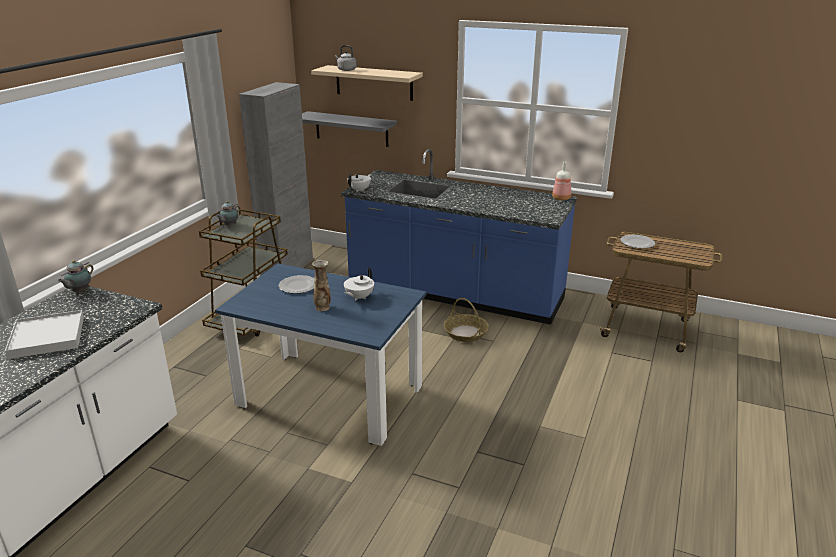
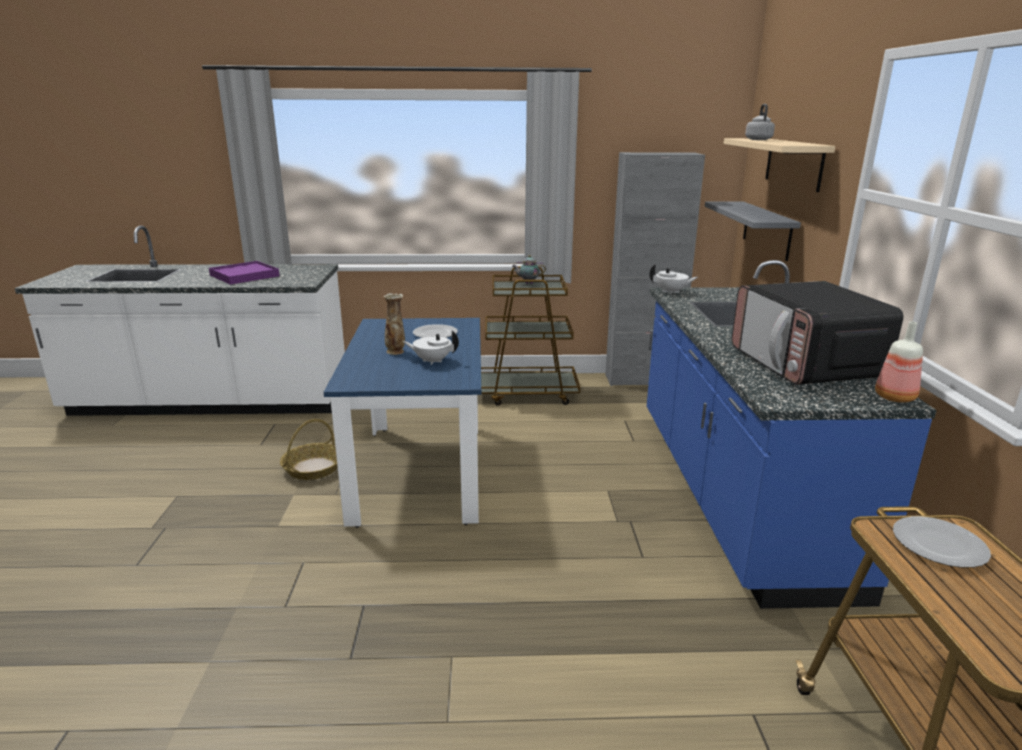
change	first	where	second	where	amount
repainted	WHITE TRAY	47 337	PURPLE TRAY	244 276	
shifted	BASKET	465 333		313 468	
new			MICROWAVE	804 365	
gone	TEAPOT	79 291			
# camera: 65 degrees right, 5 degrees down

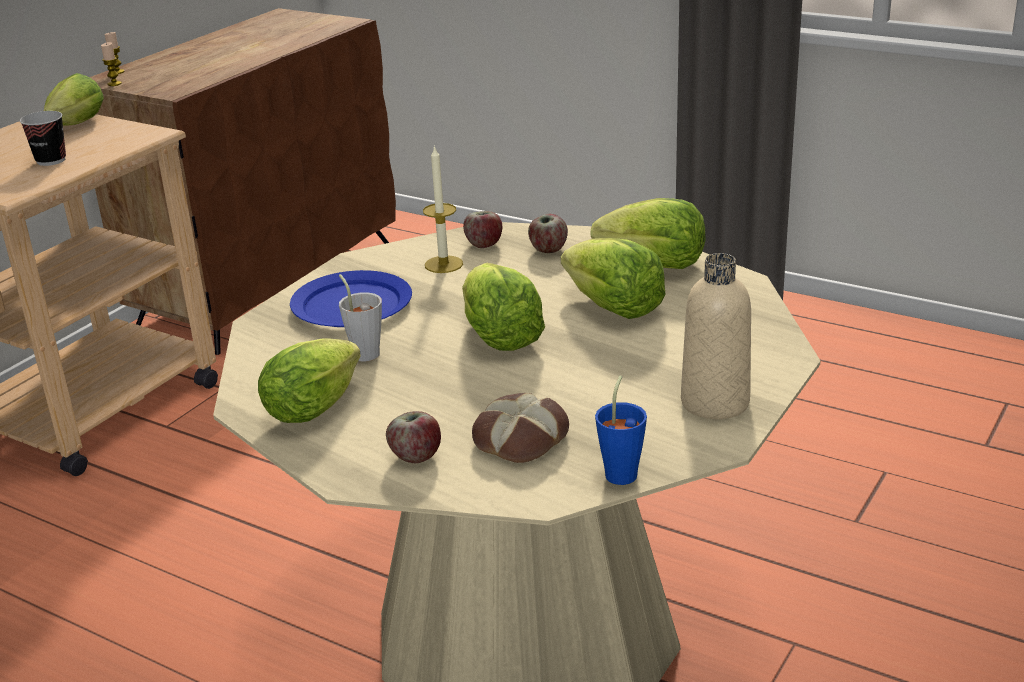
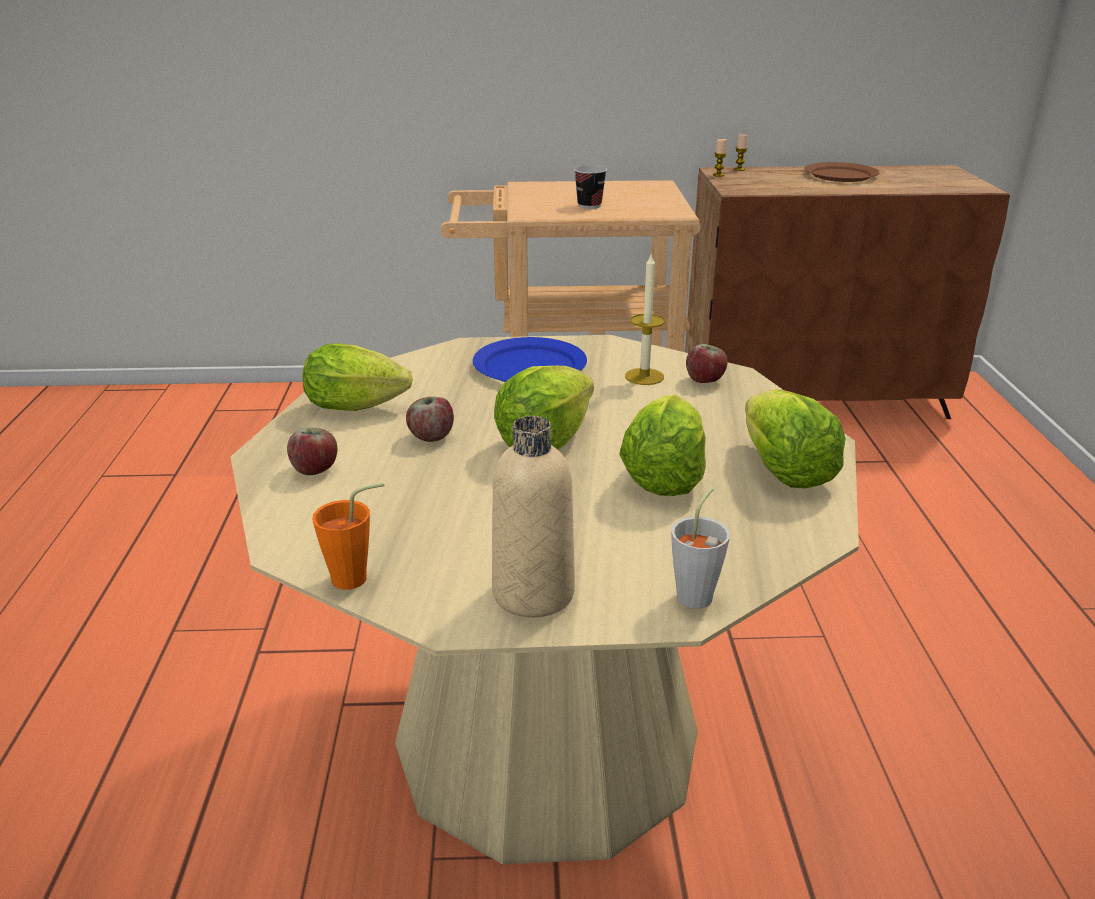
change	first	where	second	where	amount
repainted	BLUE CUP	622 471	ORANGE CUP	358 577	
shifted	APPLE	548 250		431 436	
shifted	GREY CUP	364 352		698 593	
new			BROWN PLATE	840 175	
gone	LETTUCE	75 126			
gone	BREAD	519 438			
# camera: 55 degrees right, 0 degrees up

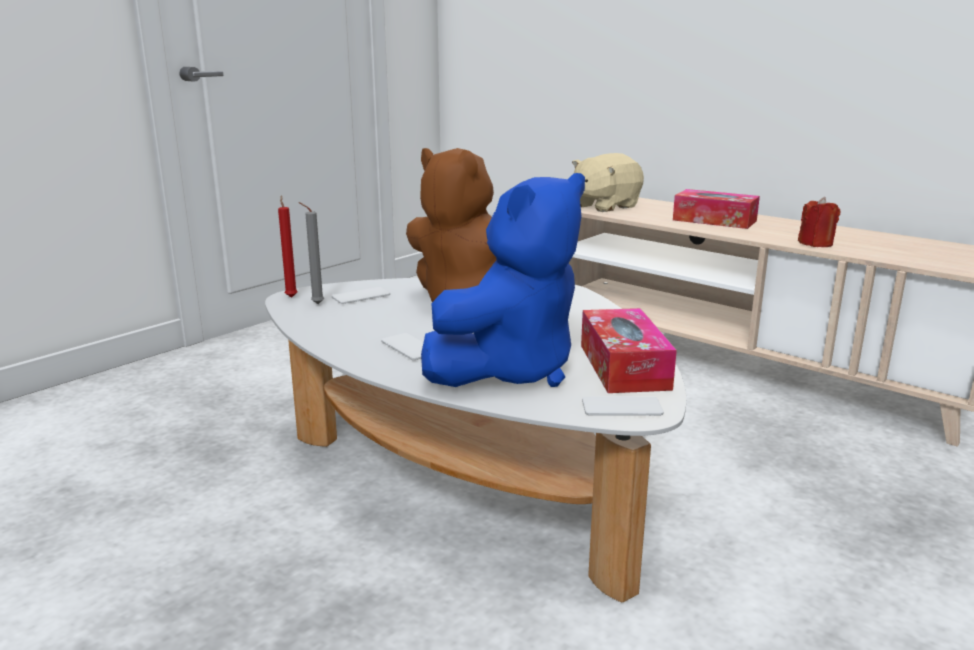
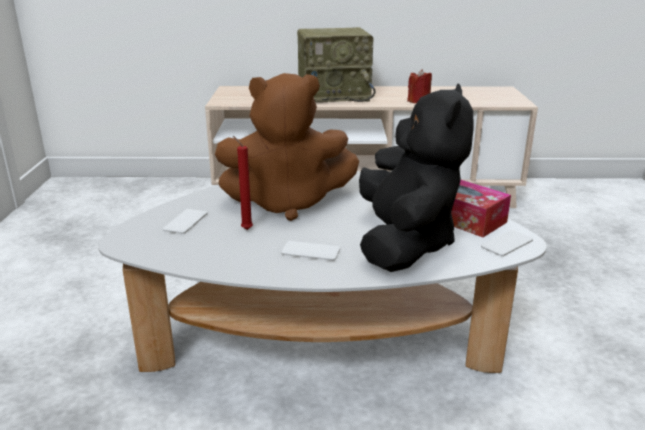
change	first	where	second	where	amount
shifted	RED CANDLE	291 296		245 229	
swapped	TISSUE BOX	714 220	RADIO	335 96	
repainted	BLUE PLUSH TOY	509 370	BLACK PLUSH TOY	404 243	
gone	GREY CANDLE	315 304			
gone	BEIGE PLUSH TOY	604 206			
# camera: 40 degrees left, 5 degrees up

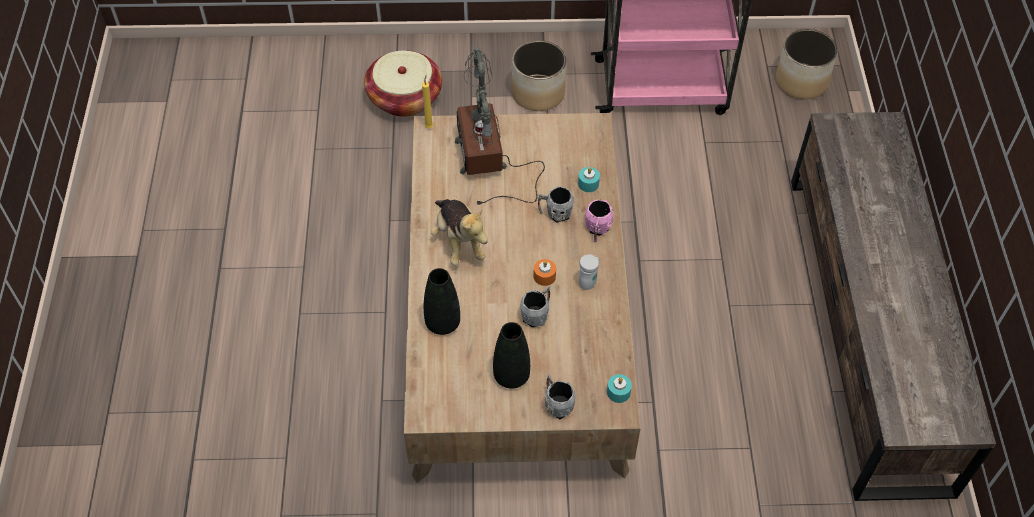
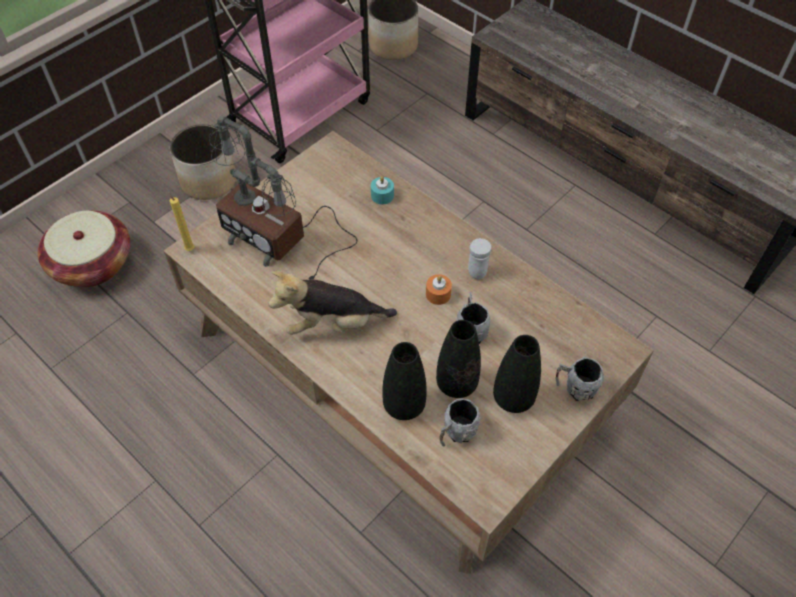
change	first	where	second	where	amount
rotated	PLUSH TOY	459 241		333 324	150 degrees clockwise
new			BLACK VASE	456 383	
shifted	GREY MUG	555 213		456 433	
gone	PINK MUG	597 230			
gone	TURQUOISE CANDLE	618 392			
# camera: 45 degrees left, 0 degrees up

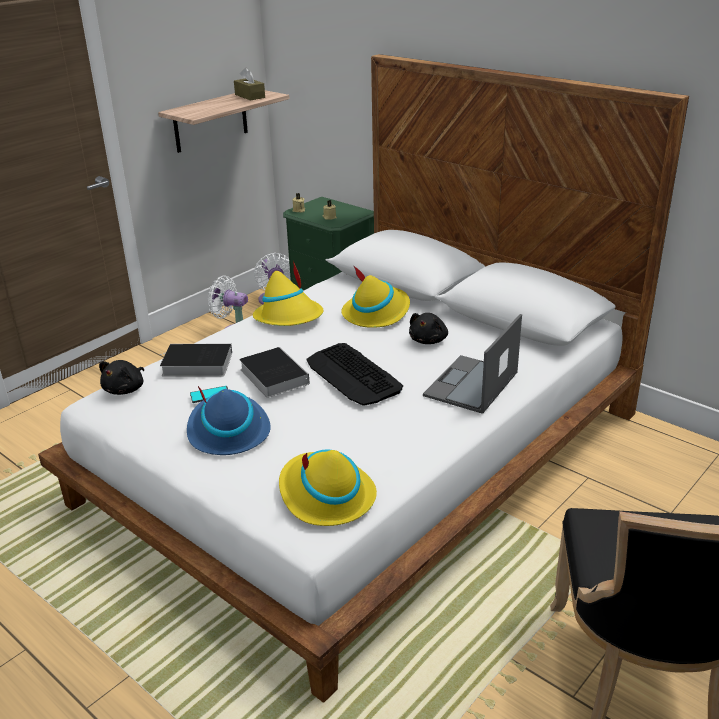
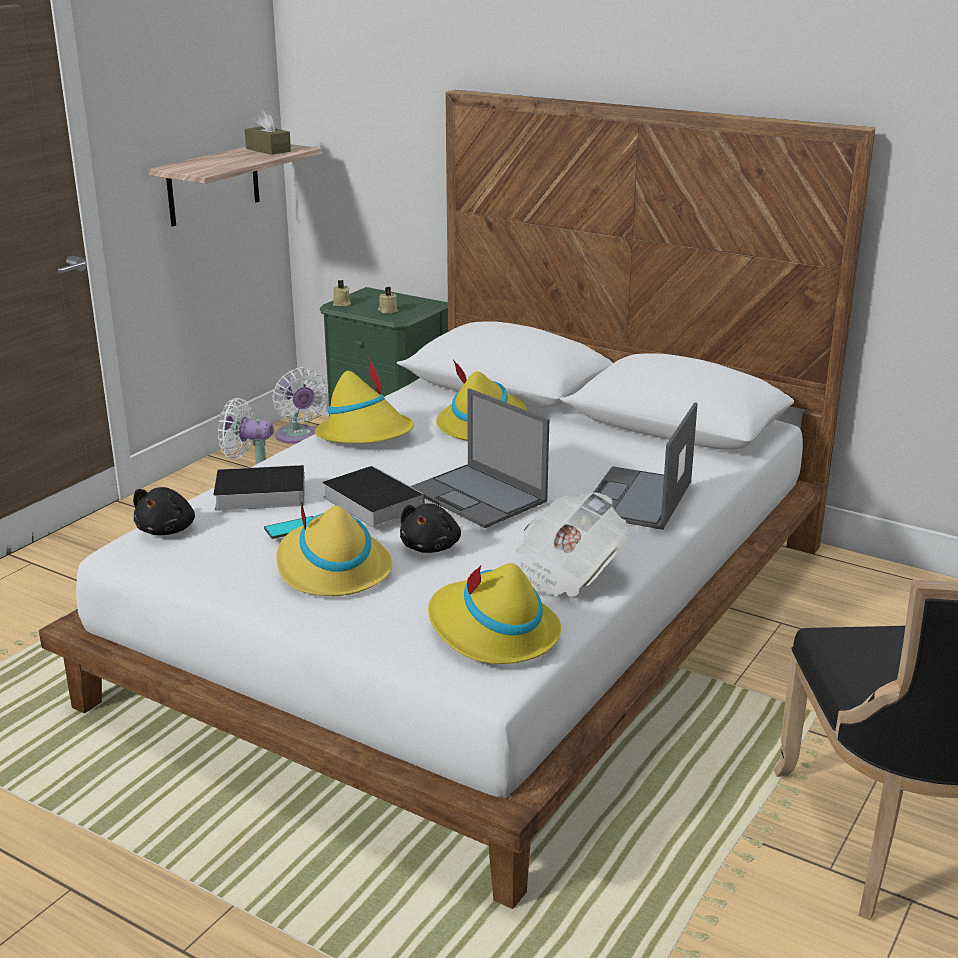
change	first	where	second	where	amount
repainted	BLUE HAT	228 430	YELLOW HAT	332 568	
shifted	BLACK PLUSH TOY	429 340		431 547	
swapped	KEYBOARD	353 375	LAPTOP	479 496	
new			NEWSPAPER	564 573	
# camera: 10 degrees left, 5 degrees down

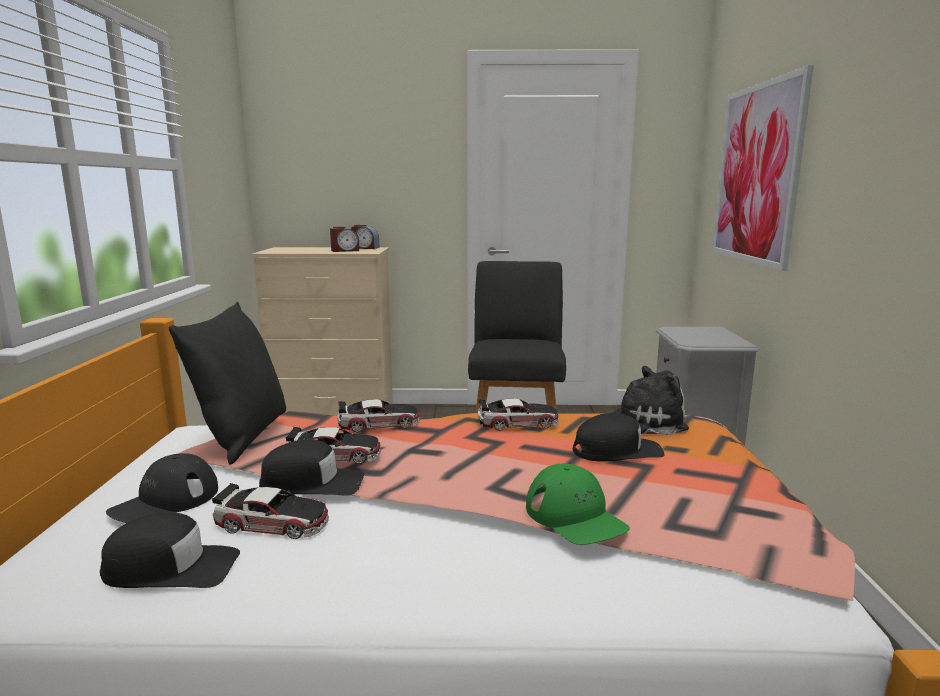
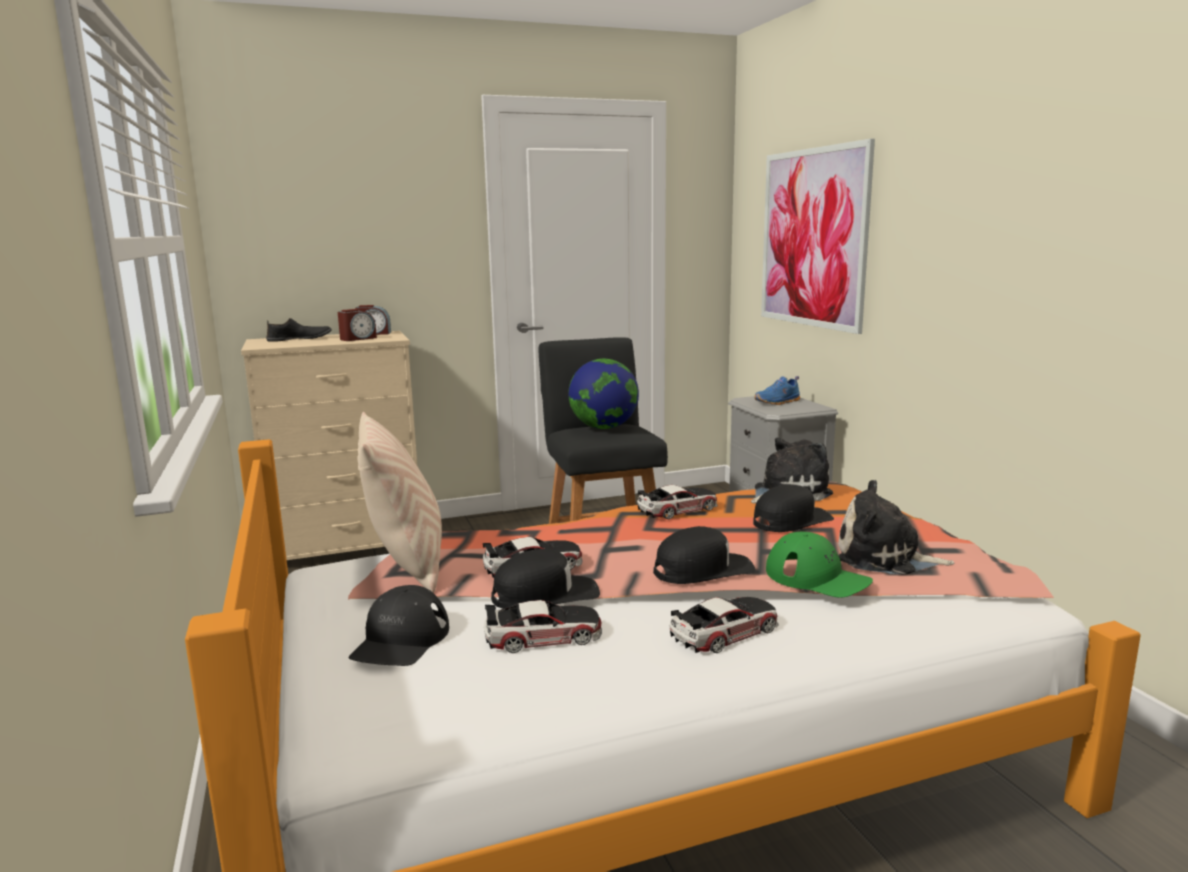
change	first	where	second	where	amount
new			BLACK SHOE	299 339	
repainted	BLACK PILLOW	244 436	BEIGE PILLOW	406 565	
new			GLOBE	604 428	
shifted	BLACK CAP	171 568		703 570	
shifted	TOY CAR	379 424		725 632	
new			BLUE SHOE	778 402	
new			PLUSH TOY	884 558	
# camera: 20 degrees left, 0 degrees up

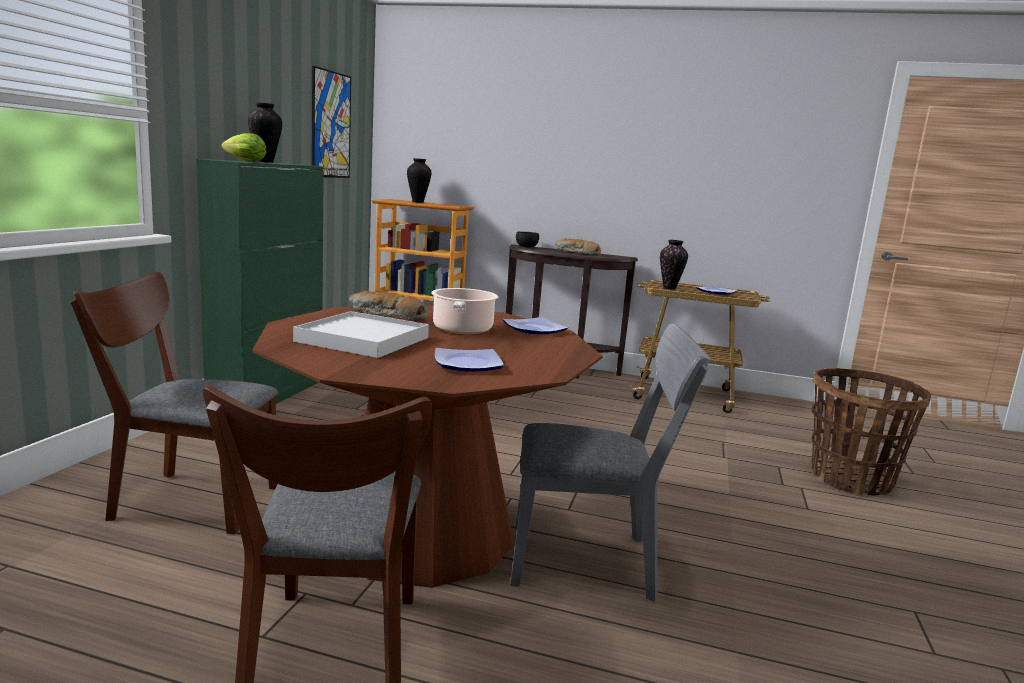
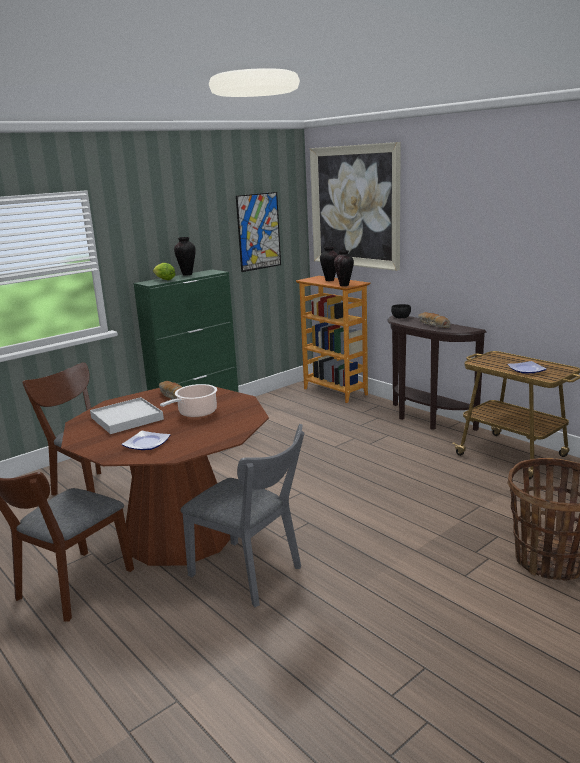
change	first	where	second	where	amount
new			PICTURE	355 206	
shifted	VASE	670 288		344 285	
gone	PLATE	533 329			
# camera: 35 degrees right, 5 degrees up

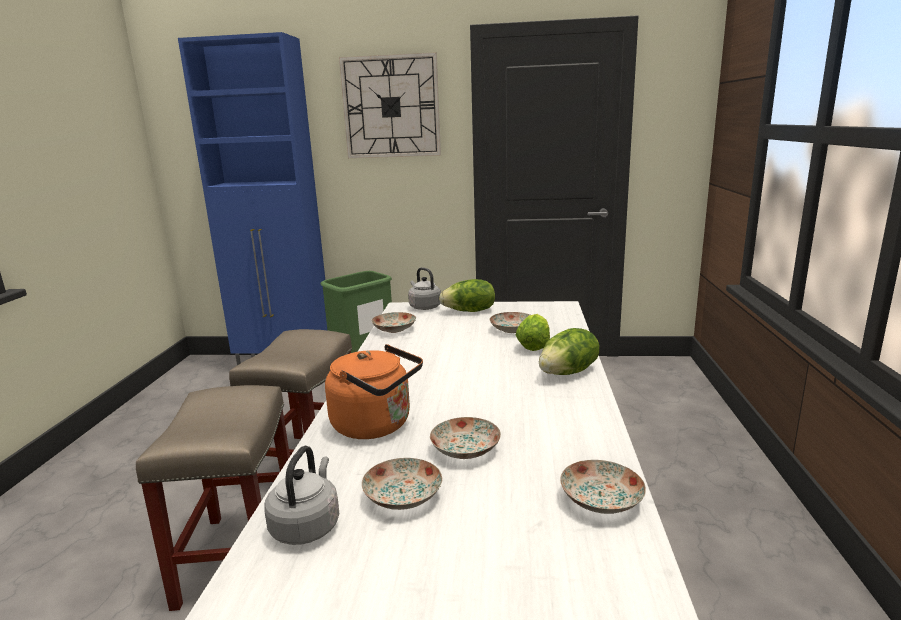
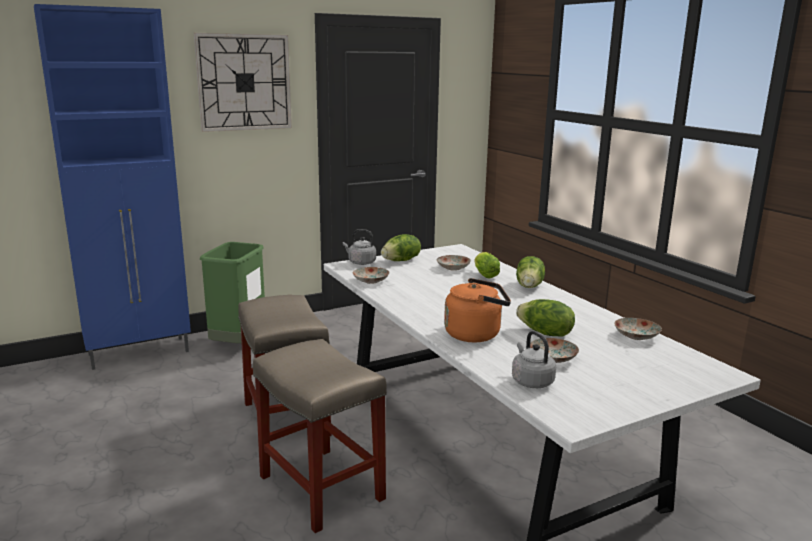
change	first	where	second	where	amount
swapped	PLATE	465 450	LETTUCE	545 333	
# camera: 35 degrees left, 0 degrees up

